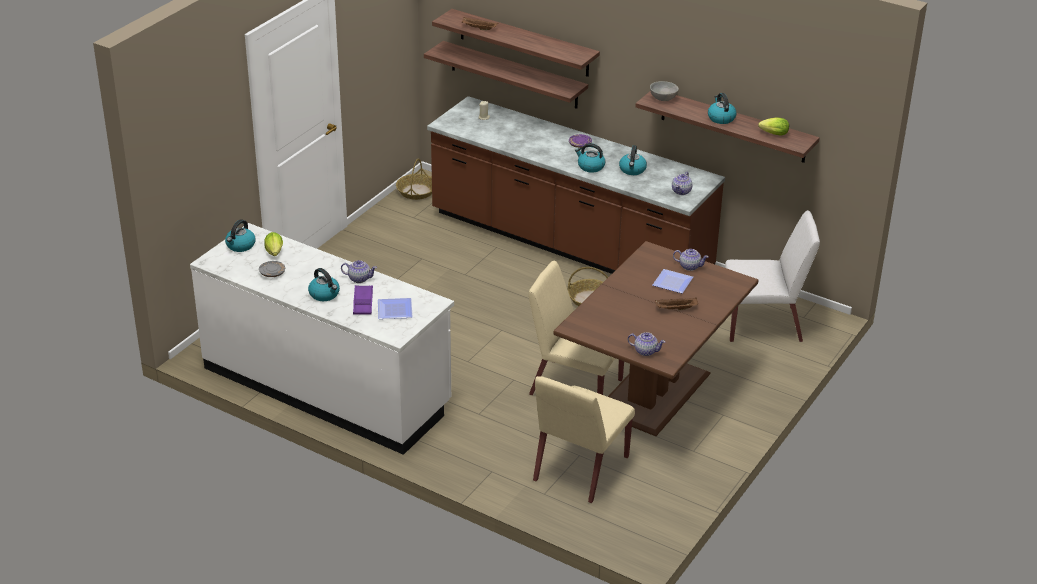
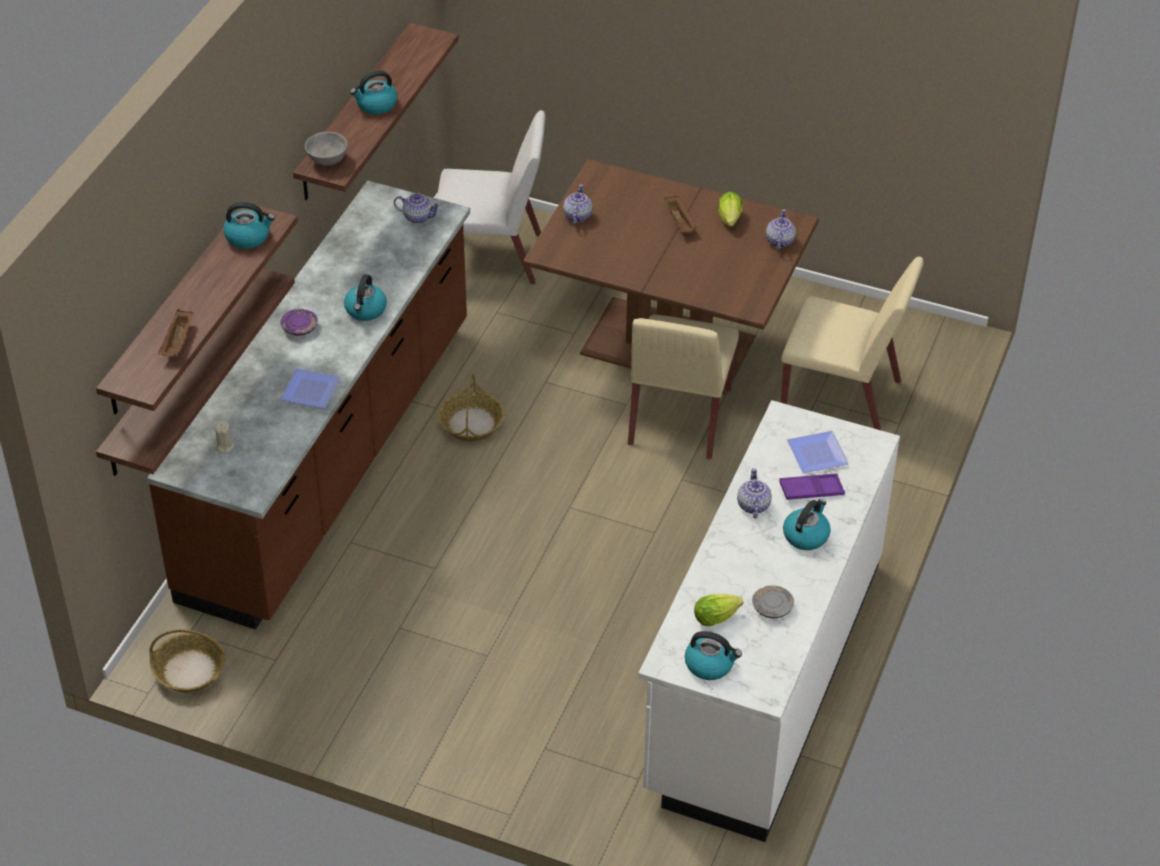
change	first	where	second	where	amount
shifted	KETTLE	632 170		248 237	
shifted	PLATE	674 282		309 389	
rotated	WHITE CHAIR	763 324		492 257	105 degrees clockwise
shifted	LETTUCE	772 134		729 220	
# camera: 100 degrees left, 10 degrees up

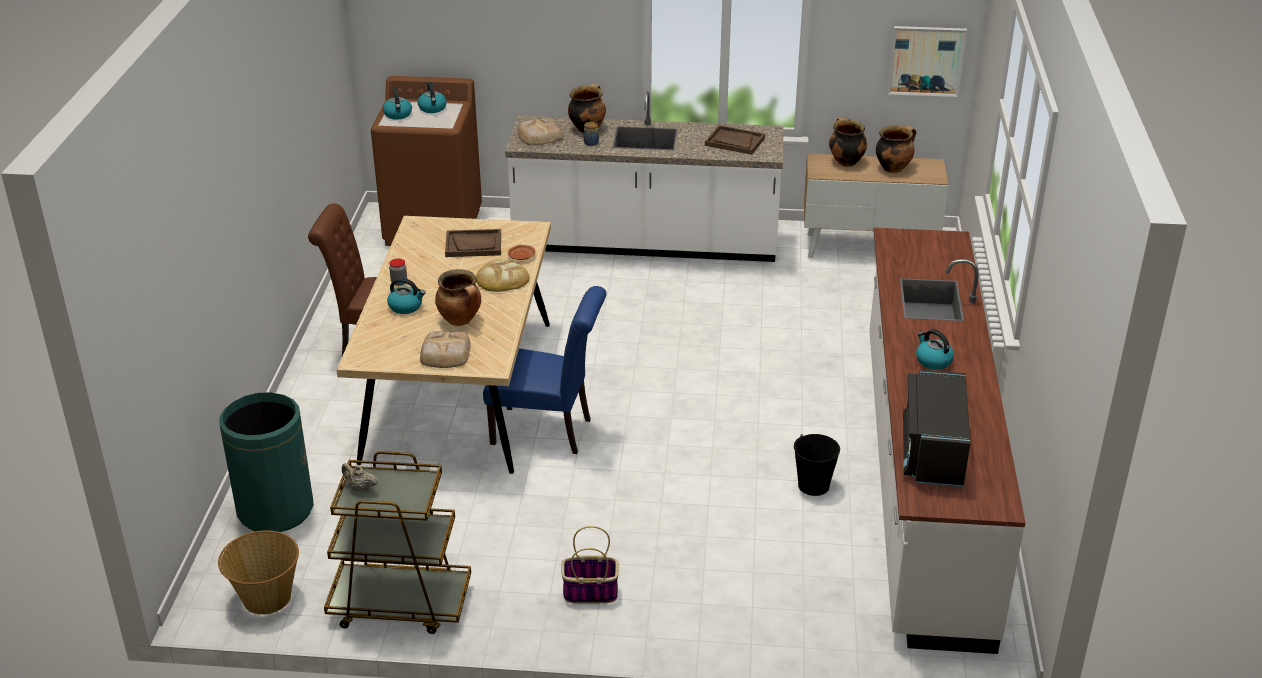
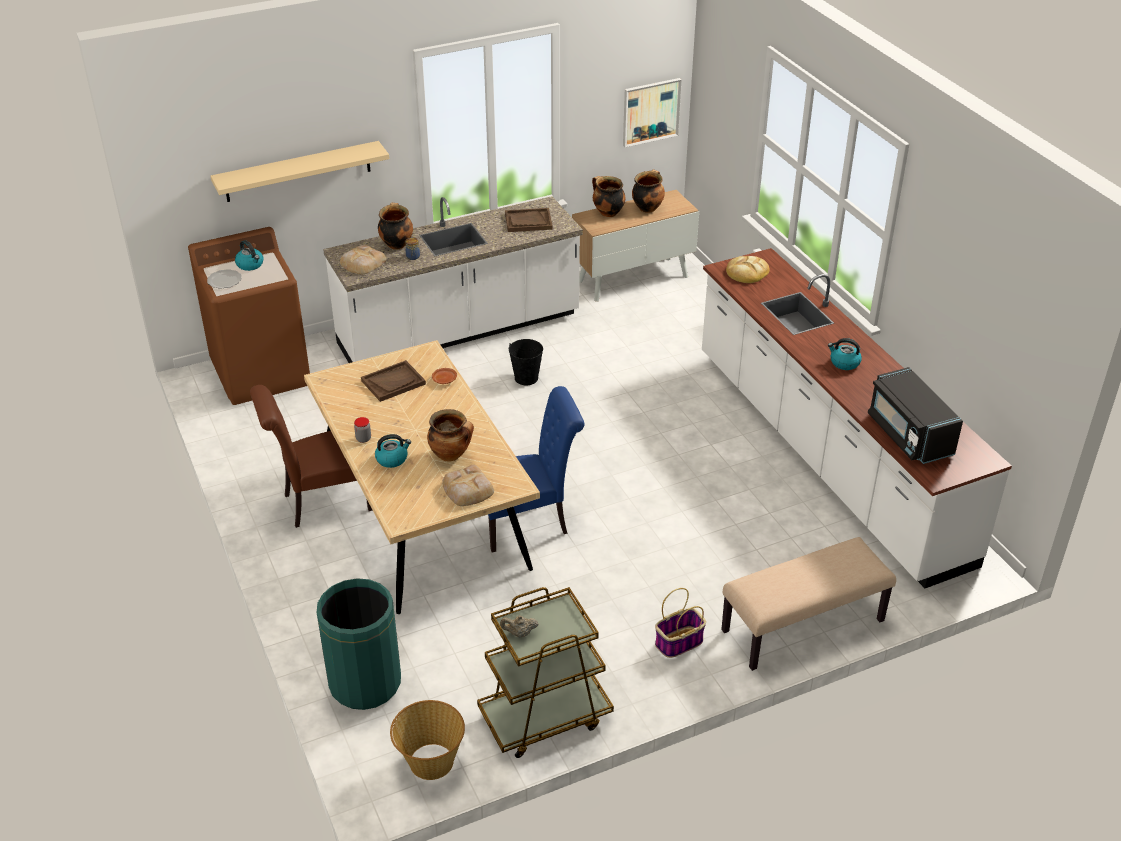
change	first	where	second	where	amount
swapped	KETTLE	398 115	PLATE	224 280	
new			BEIGE SHELF	298 171	
shifted	BLACK BUCKET	813 485		526 378	
new			BEIGE BENCH	803 627	
shifted	BREAD	502 279		747 272	
# camera: 30 degrees left, 5 degrees up

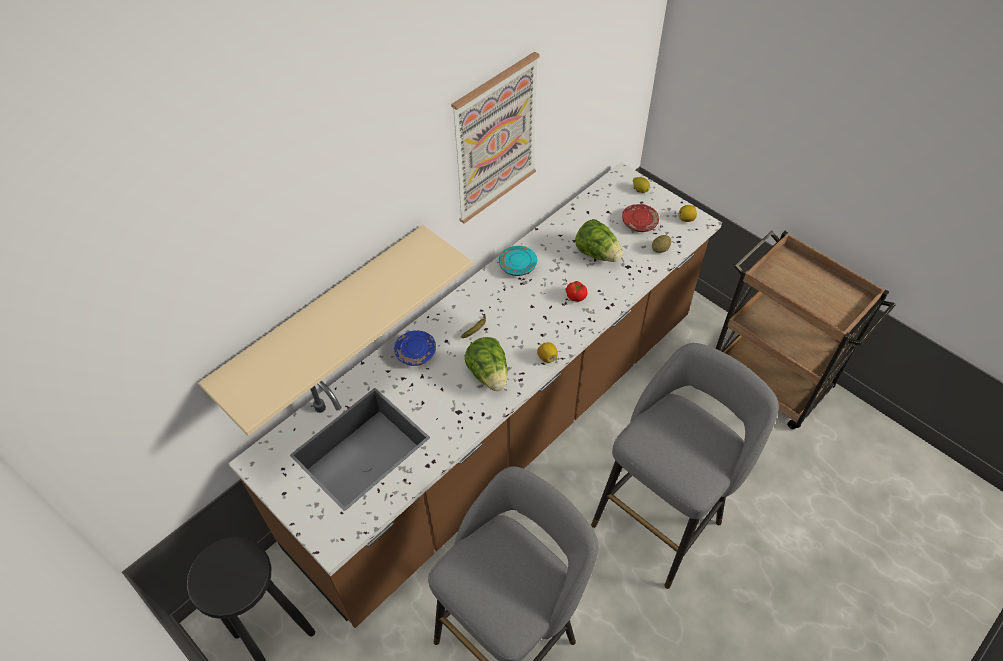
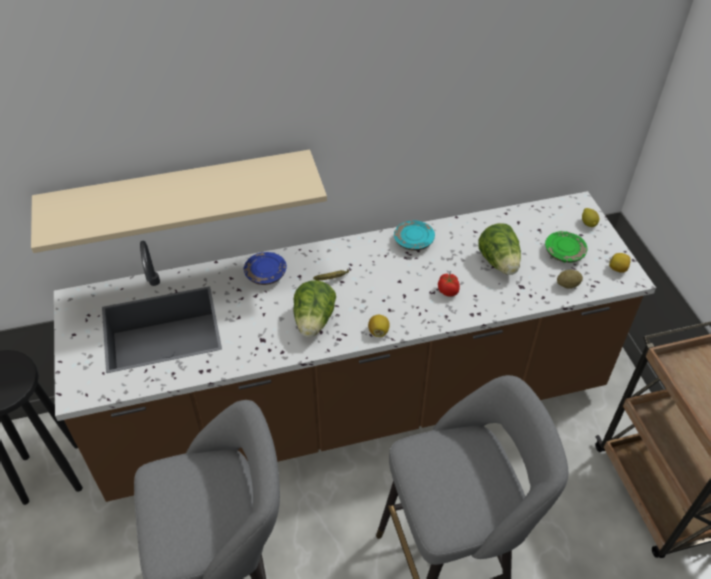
change	first	where	second	where	amount
repainted	RED PLATE	639 223	GREEN PLATE	564 252	
gone	PICTURE	495 139			
# camera: 30 degrees right, 5 degrees down

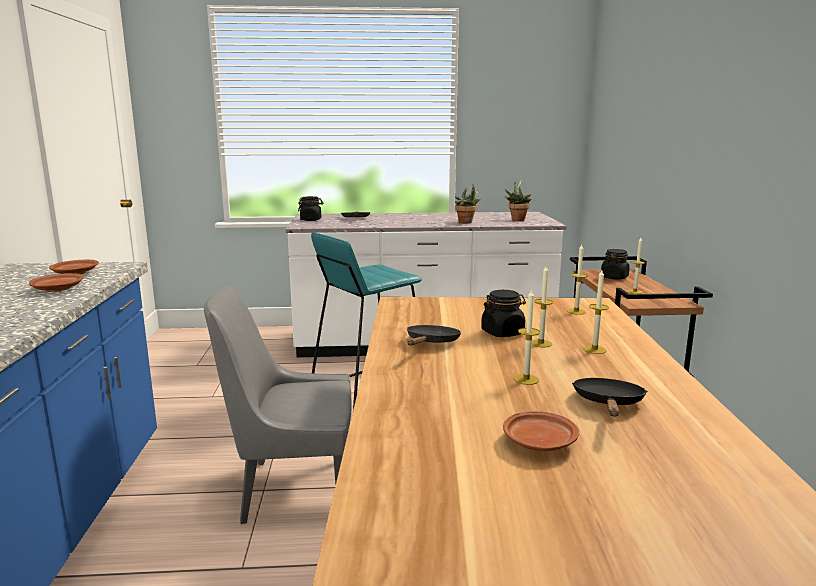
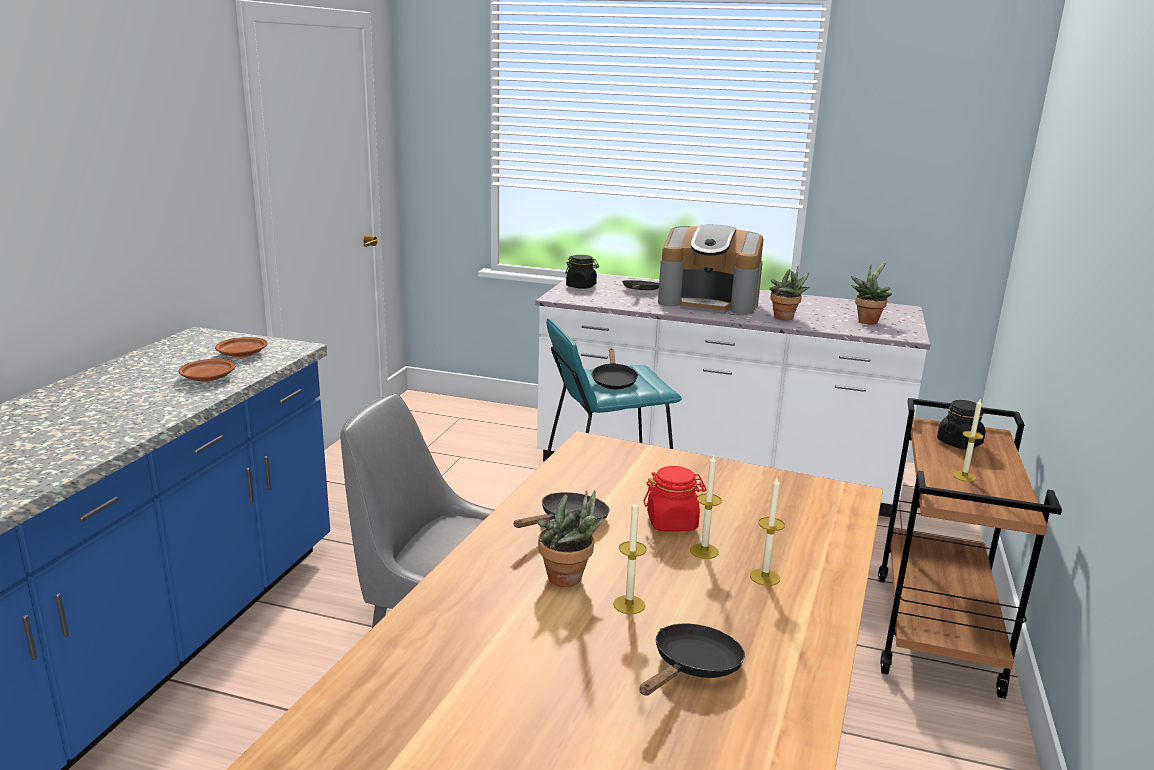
change	first	where	second	where	amount
new			POTTED PLANT	569 580	
new			BLACK FRYING PAN	613 381	
repainted	BLACK JAR	503 332	RED JAR	672 522	
new			COFFEE MACHINE	709 302	
gone	BROWN PLATE	539 442			
gone	CANDLE	576 311			
# camera: 20 degrees right, 5 degrees up

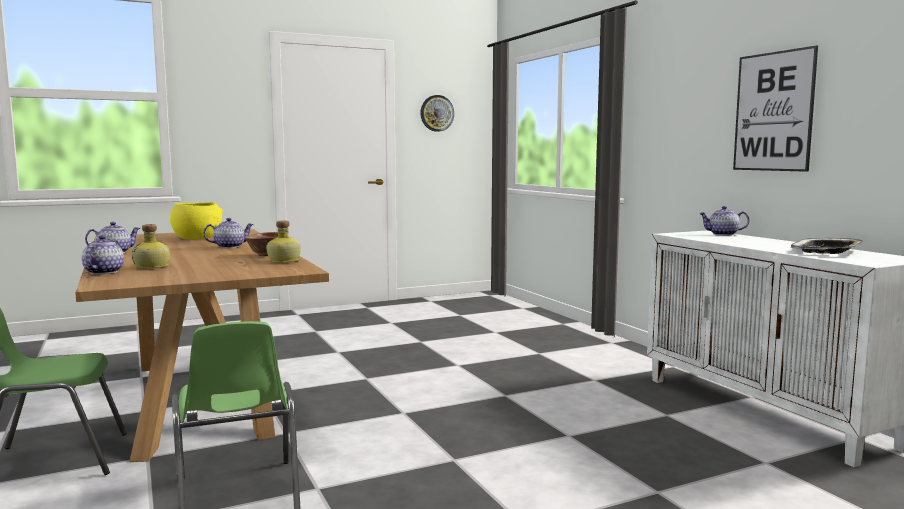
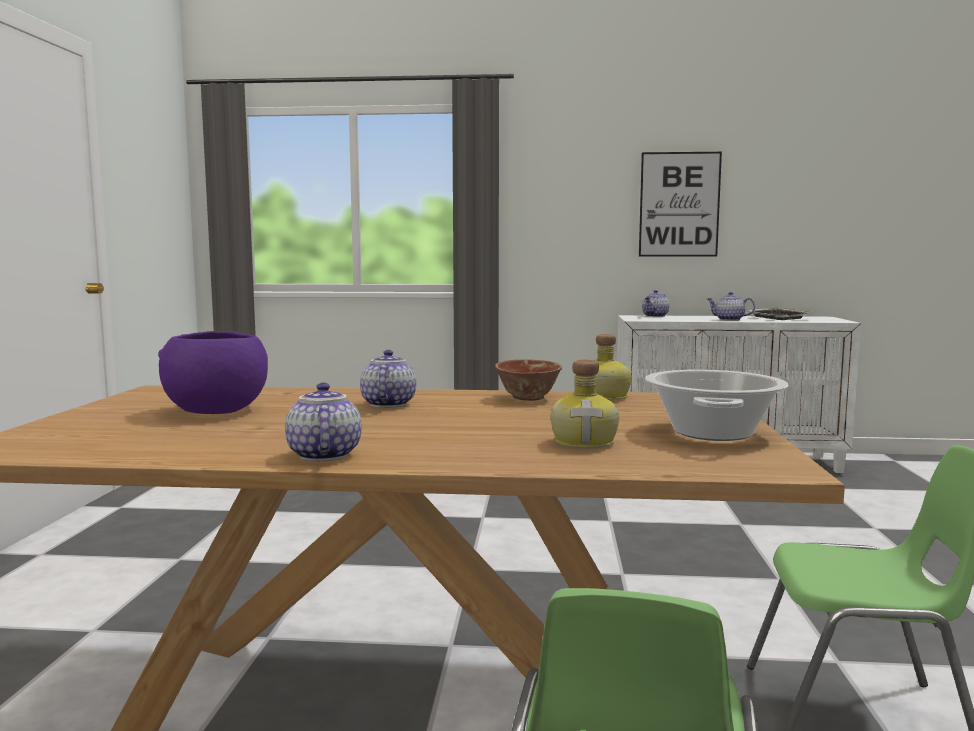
change	first	where	second	where	amount
repainted	YELLOW BOWL	197 238	PURPLE BOWL	215 410	
new			COOKING POT	711 433	
shifted	TEAPOT	103 272		729 320	
gone	WALL CLOCK	437 113			
# camera: 60 degrees left, 0 degrees up

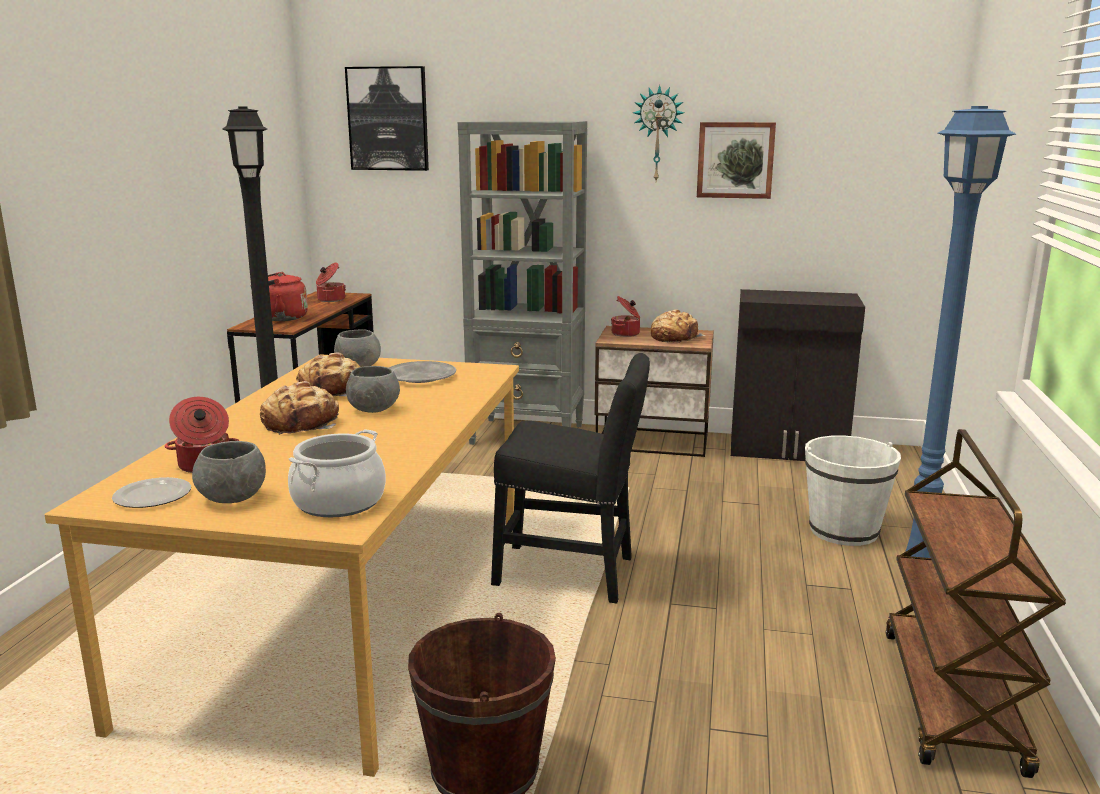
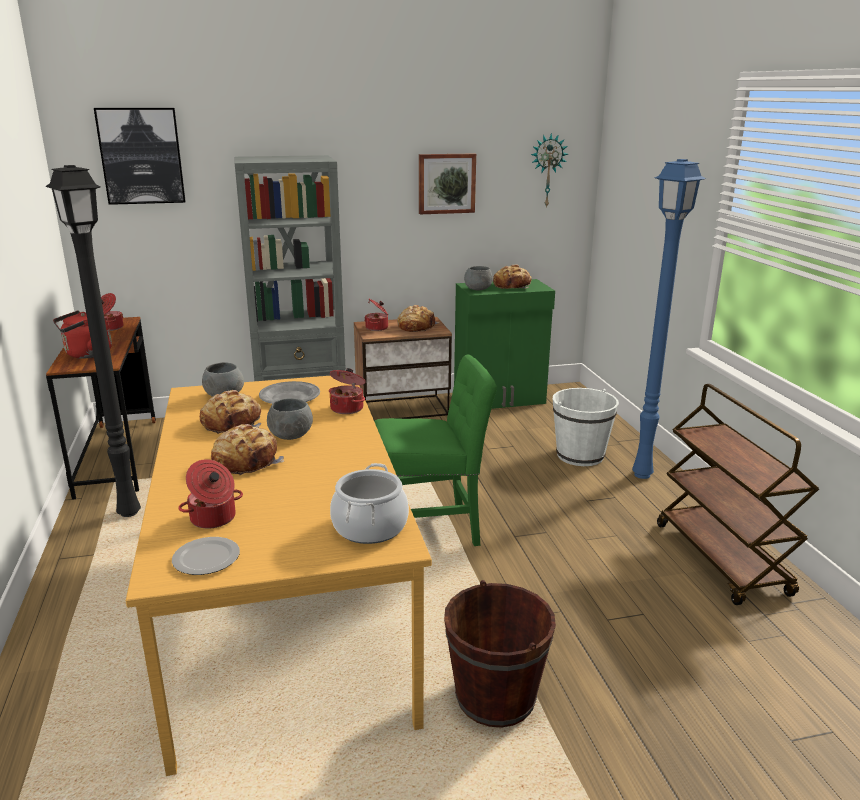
change	first	where	second	where	amount
new			COOKING POT	347 408	
repainted	BLACK CHAIR	572 573	GREEN CHAIR	430 529	
repainted	BLACK CABINET	788 450	GREEN CABINET	500 399	
shifted	GREY BOWL	232 499		478 289	
new			BREAD	512 286	
shifted	WALL CLOCK	658 134		547 170	
# camera: 25 degrees left, 5 degrees up

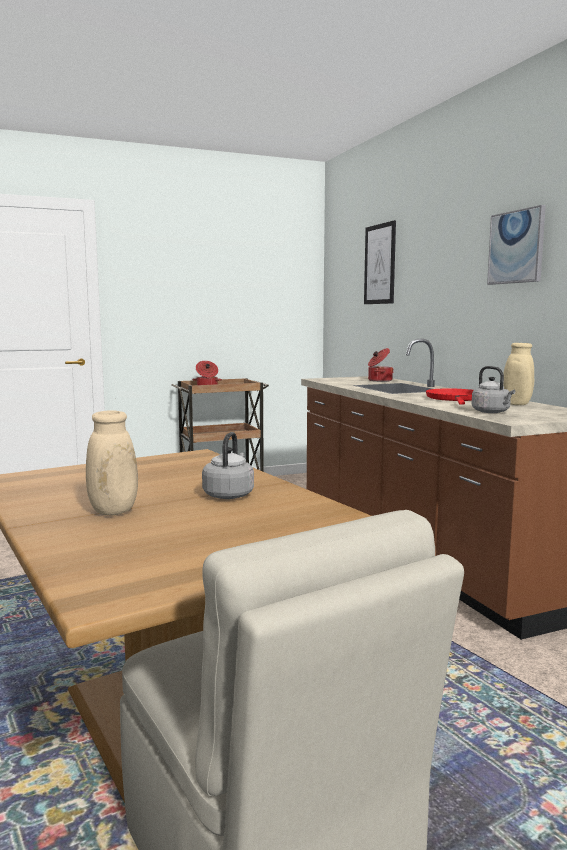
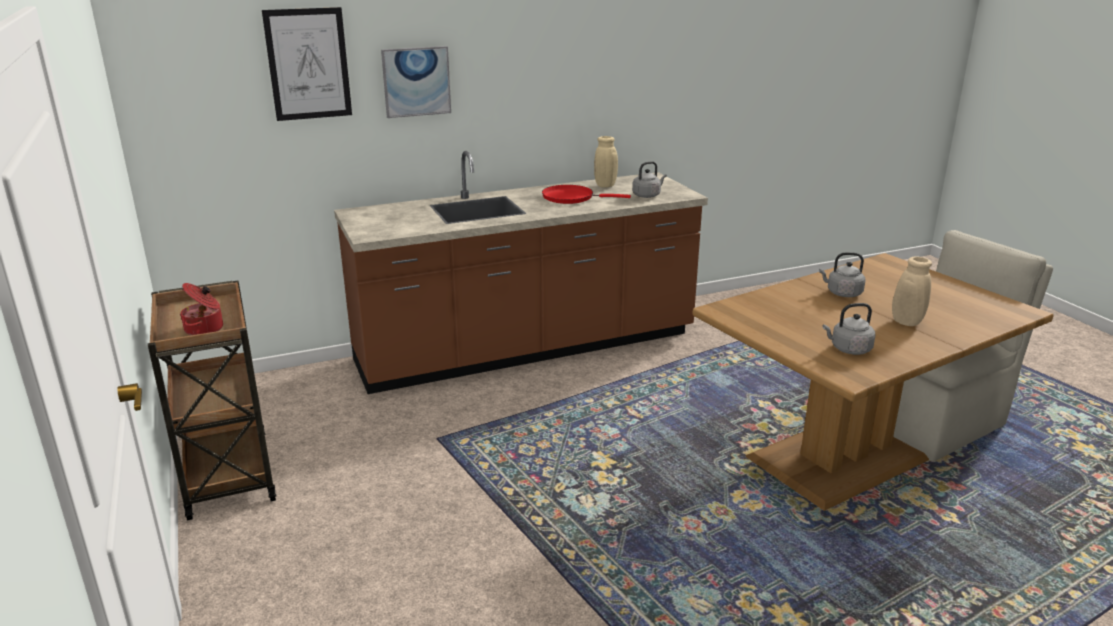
change	first	where	second	where	amount
shifted	PICTURE	516 247		416 81	
new			GREY KETTLE	848 349	
gone	COOKING POT	379 380			
# camera: 90 degrees left, 15 degrees up

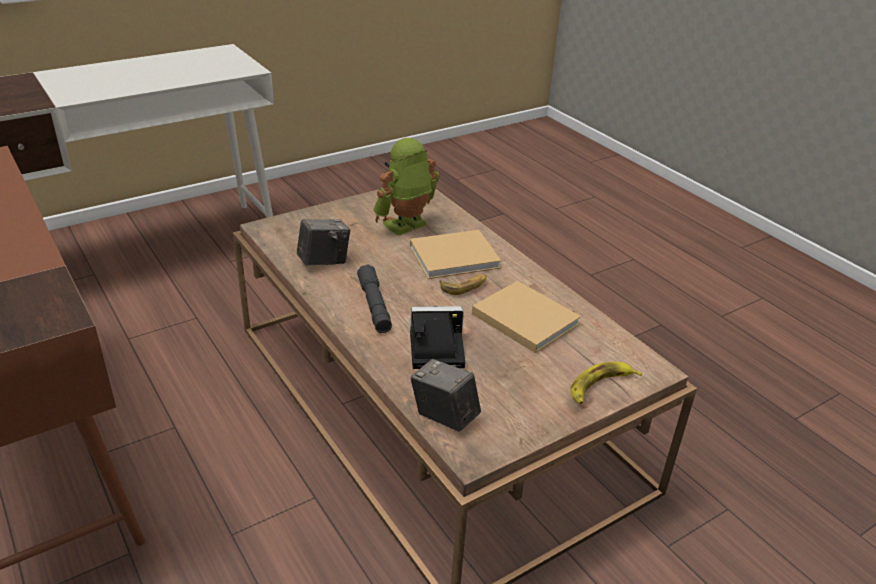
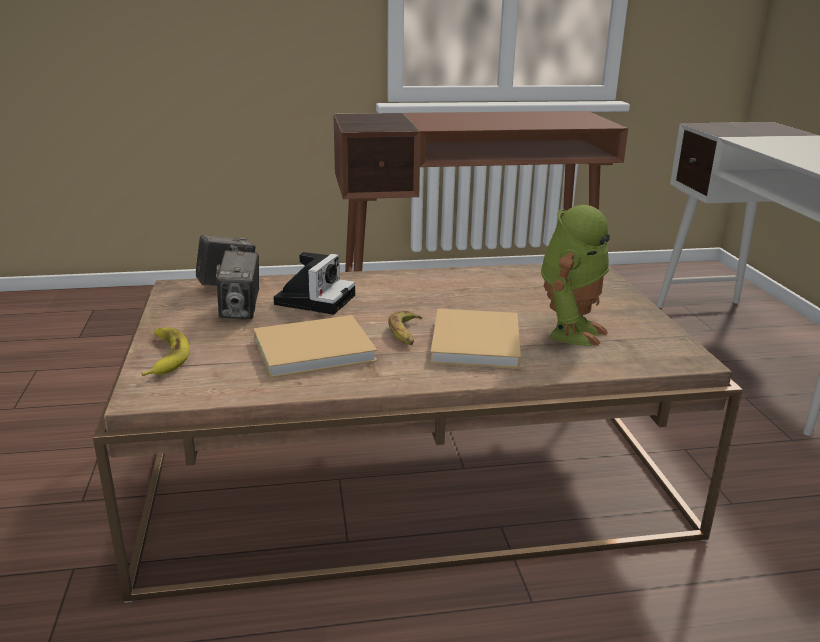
change	first	where	second	where	amount
shifted	PHOTO CAMERA	324 261		241 311	
rotated	TOY ROBOT	406 226		569 331	45 degrees clockwise
gone	GREY FLASHLIGHT	374 305			
# camera: 115 degrees right, 10 degrees down

